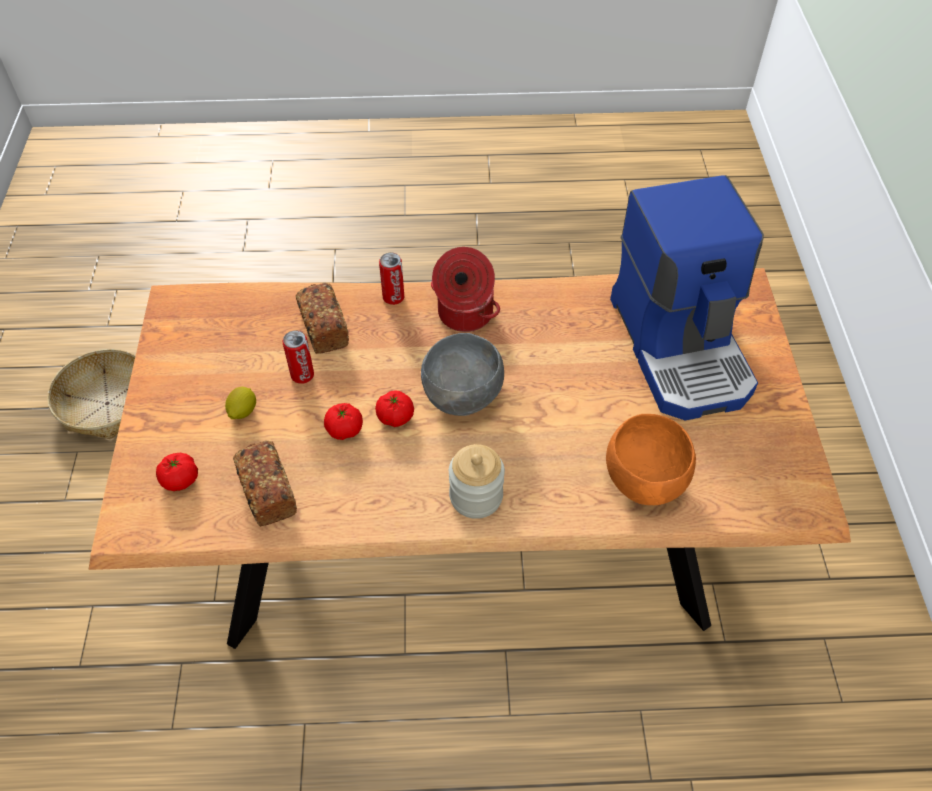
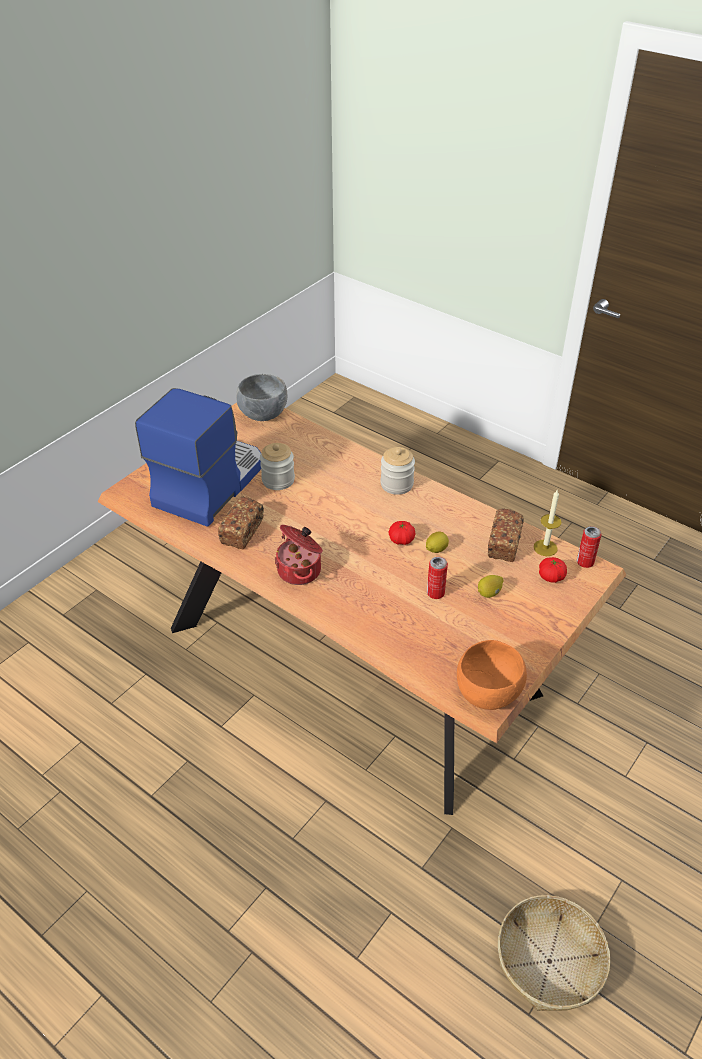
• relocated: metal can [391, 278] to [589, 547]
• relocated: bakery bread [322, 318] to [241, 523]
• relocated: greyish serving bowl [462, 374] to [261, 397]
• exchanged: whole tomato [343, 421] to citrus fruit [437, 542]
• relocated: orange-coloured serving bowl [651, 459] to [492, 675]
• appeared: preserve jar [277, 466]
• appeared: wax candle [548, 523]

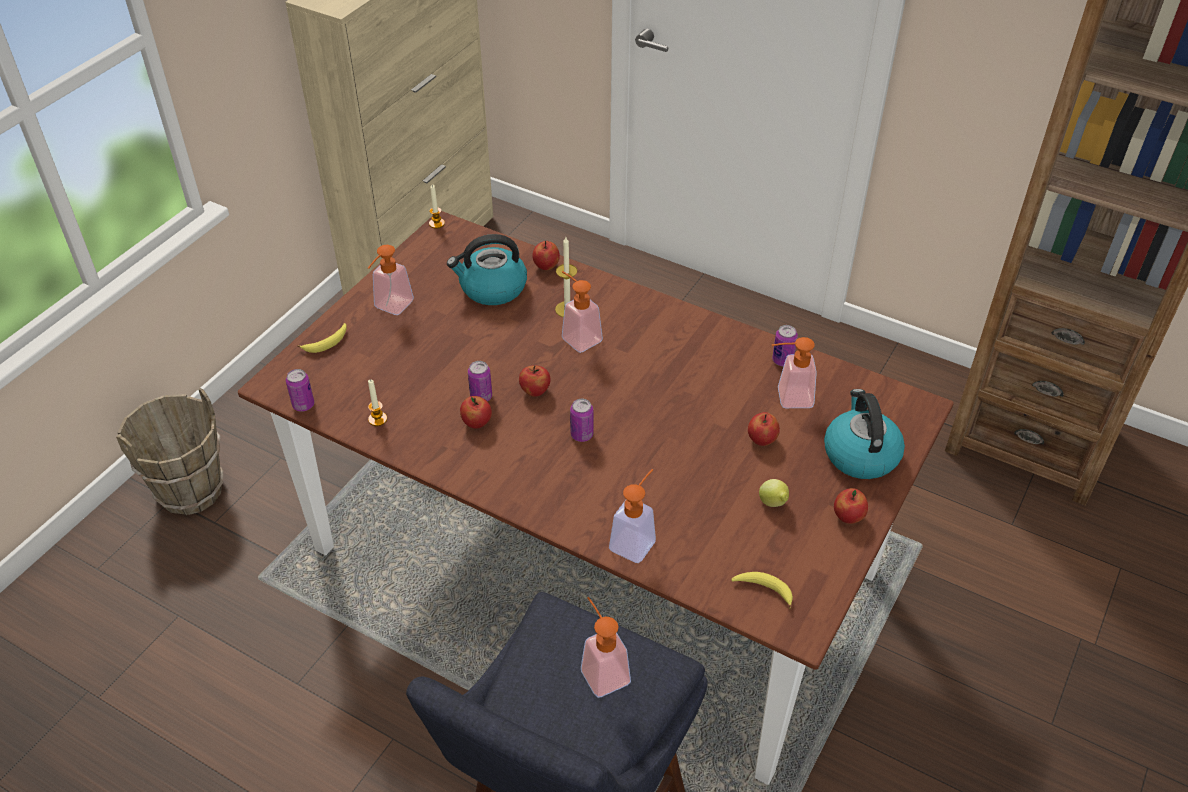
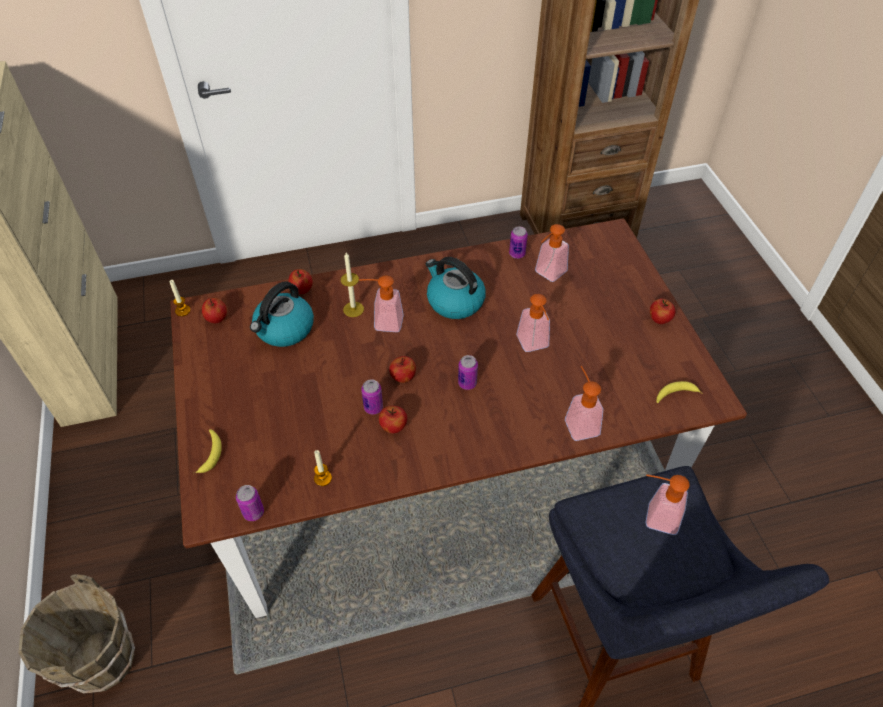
• relocated: soap bottle [391, 280] to [533, 323]
• relocated: tea kettle [864, 434] to [456, 288]
• relocated: apple [764, 429] to [214, 310]
• missing: citrus fruit [774, 493]

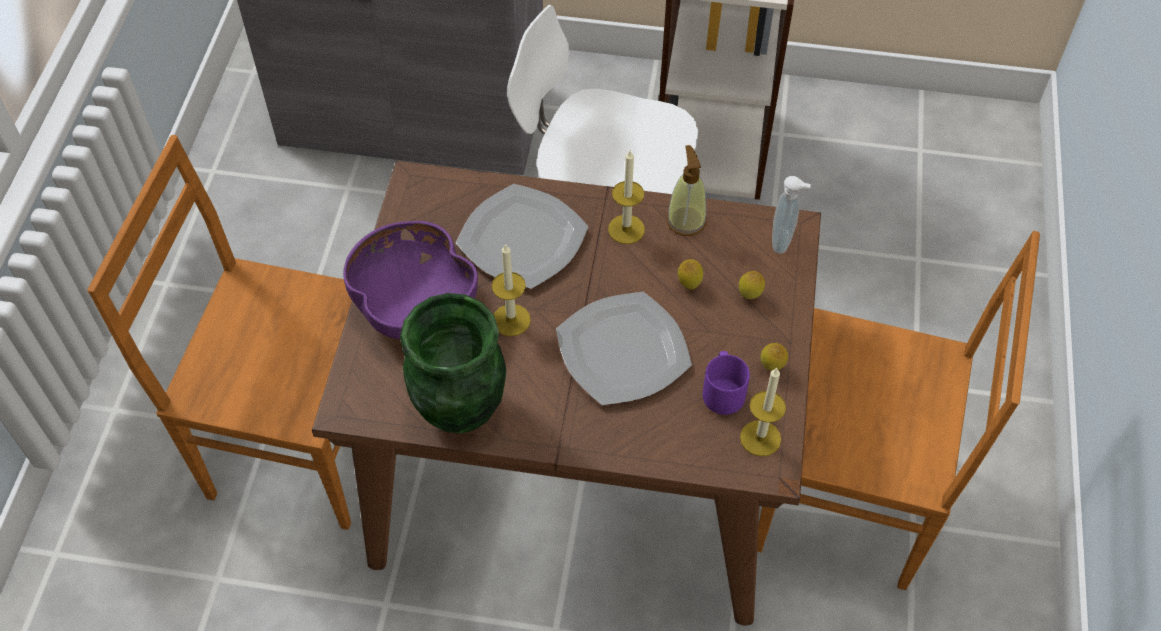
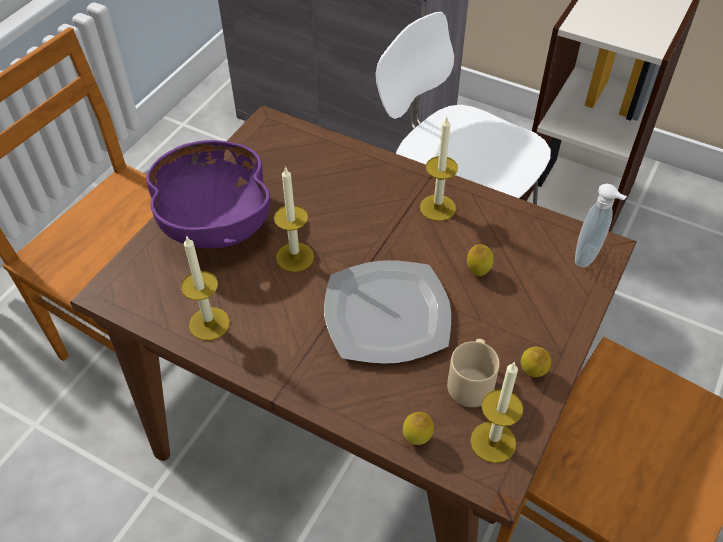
• missing: soap bottle [687, 190]
• missing: dinner plate [522, 236]
• relocated: citrus fruit [752, 285] to [418, 428]
• exchanged: greenish vase [453, 363] to wax candle [205, 288]
• colour: purplish mug [726, 383] to beige mug [473, 373]

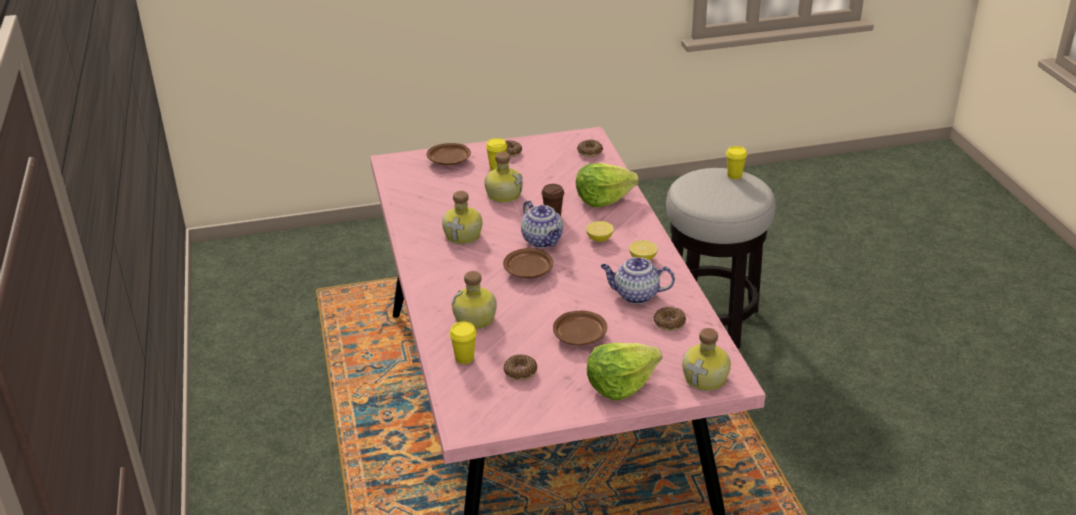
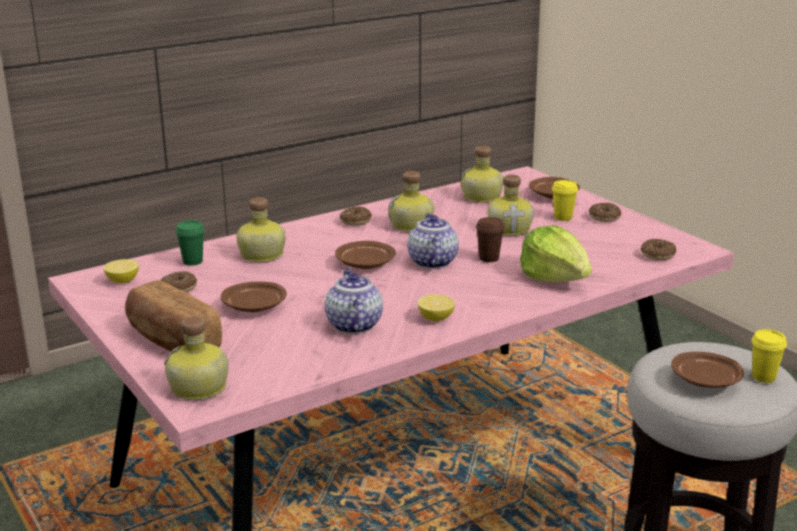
• spun: teapot [542, 224] = [433, 241] 135 degrees clockwise
• relocated: citrus fruit [600, 231] to [121, 271]
• relocated: ring doughnut [670, 319] to [356, 216]
• colour: yellow cup [463, 343] to greenish cup [190, 243]
• exchanged: lettuce [624, 372] to bakery bread [173, 316]
• appeared: drink bottle [482, 174]
• appeared: brown-coloured dinner plate [707, 370]

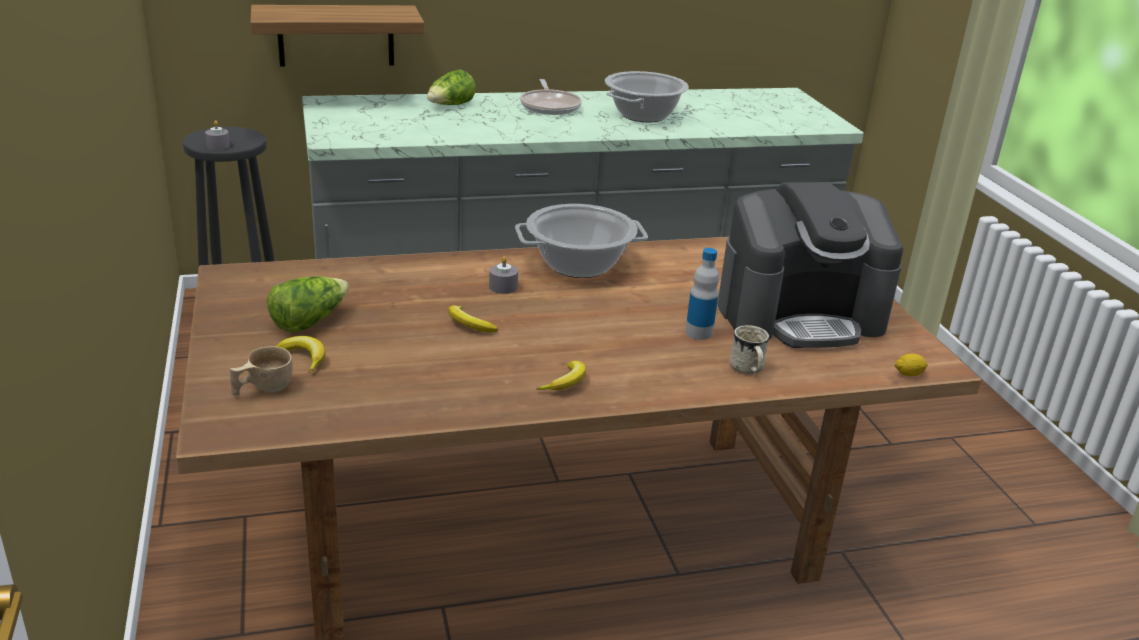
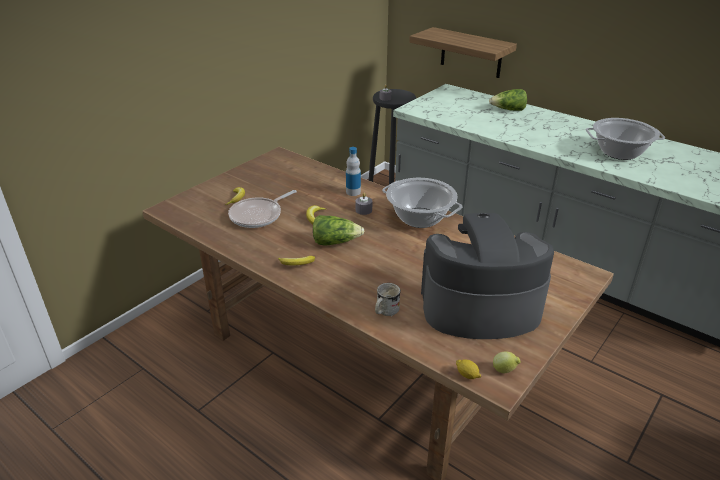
• relocated: pan [551, 97] to [262, 209]
• spun: coffee machine [810, 265] = [487, 276] 135 degrees clockwise
• relocated: drink bottle [702, 294] to [353, 171]
• relocated: lettuce [308, 304] to [339, 230]
• missing: beige cup [261, 371]
• appeared: citrus fruit [507, 362]

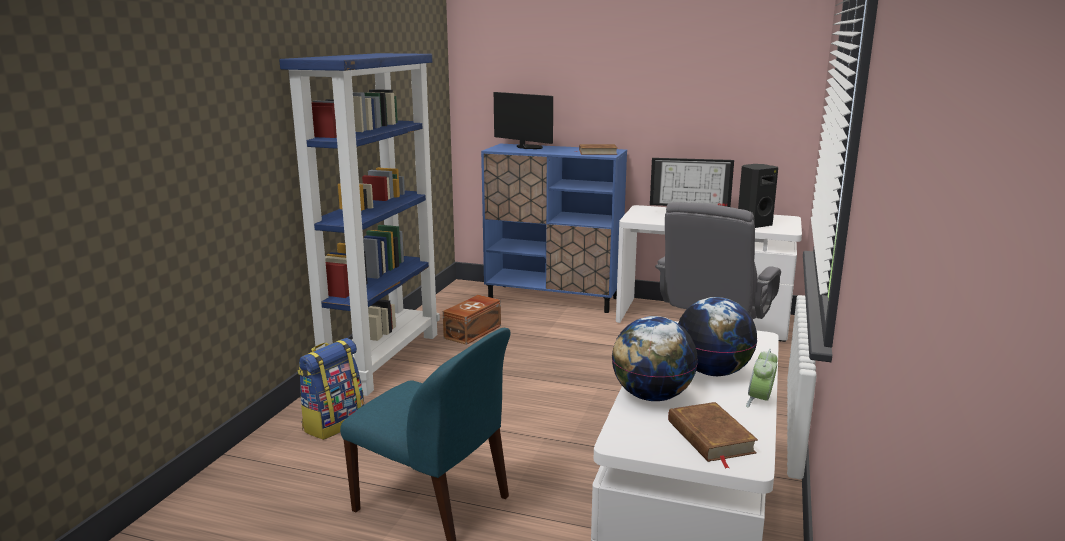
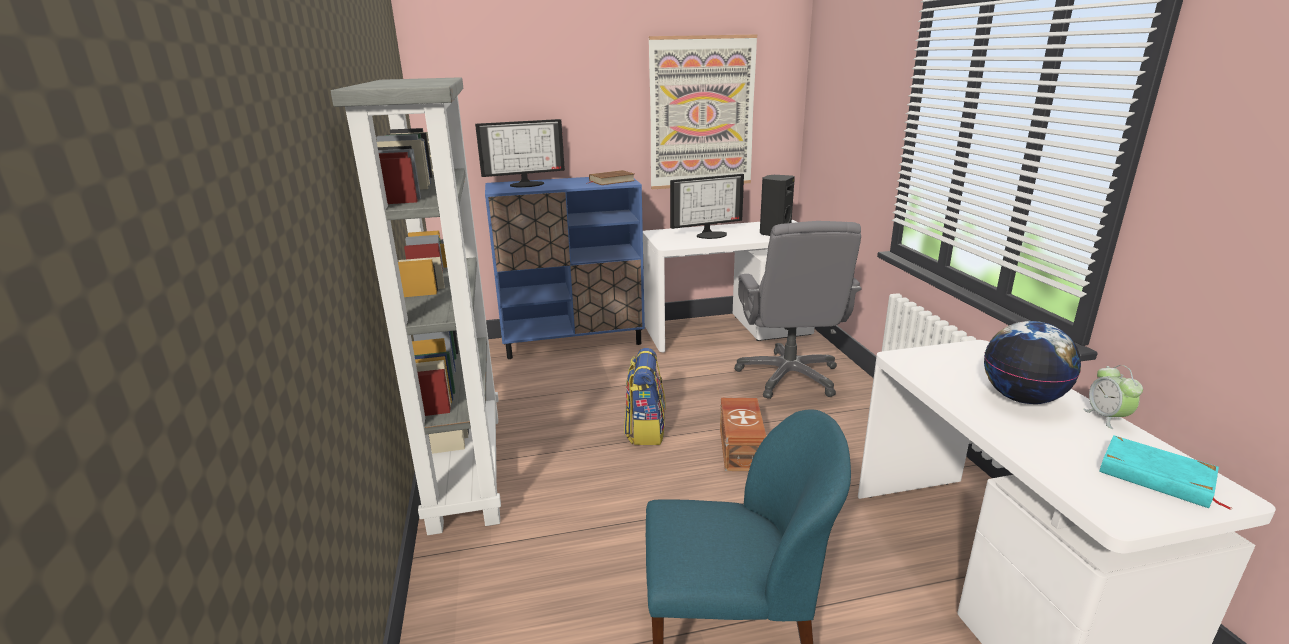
• colour: bluish bookcase [359, 224] to greyish bookcase [415, 306]
• spun: monitor [523, 120] = [520, 153] 150 degrees clockwise
• relocated: brown-coloured storage container [472, 320] to [743, 434]
• missing: desk globe [655, 358]
• relocated: backpack [330, 389] to [645, 396]
• colour: brown-coloured volume [713, 435] to turquoise-coloured volume [1165, 472]
• appeared: picture [703, 111]

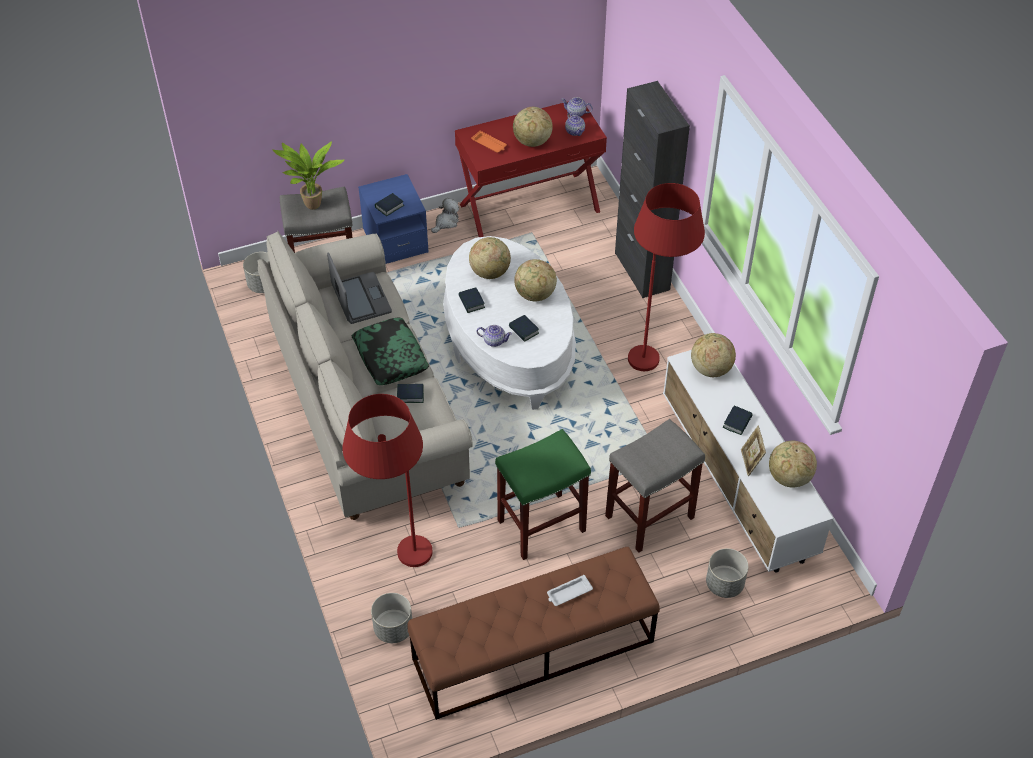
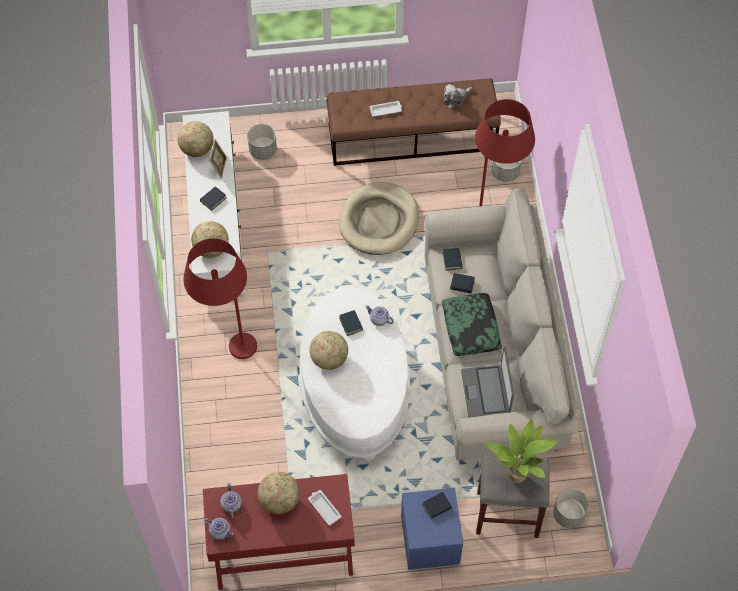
• missing: black-coloured cabinet [652, 189]
• colour: orange-coloured serving tray [489, 142] to whitish serving tray [325, 508]
• relocated: plush toy [445, 215] to [458, 96]
• missing: desk globe [490, 258]
• relocated: volume [471, 300] to [453, 259]
• missing: greyish stool seat [655, 485]
• exchanged: greenish stool seat [543, 494] to beige dog bed [379, 218]

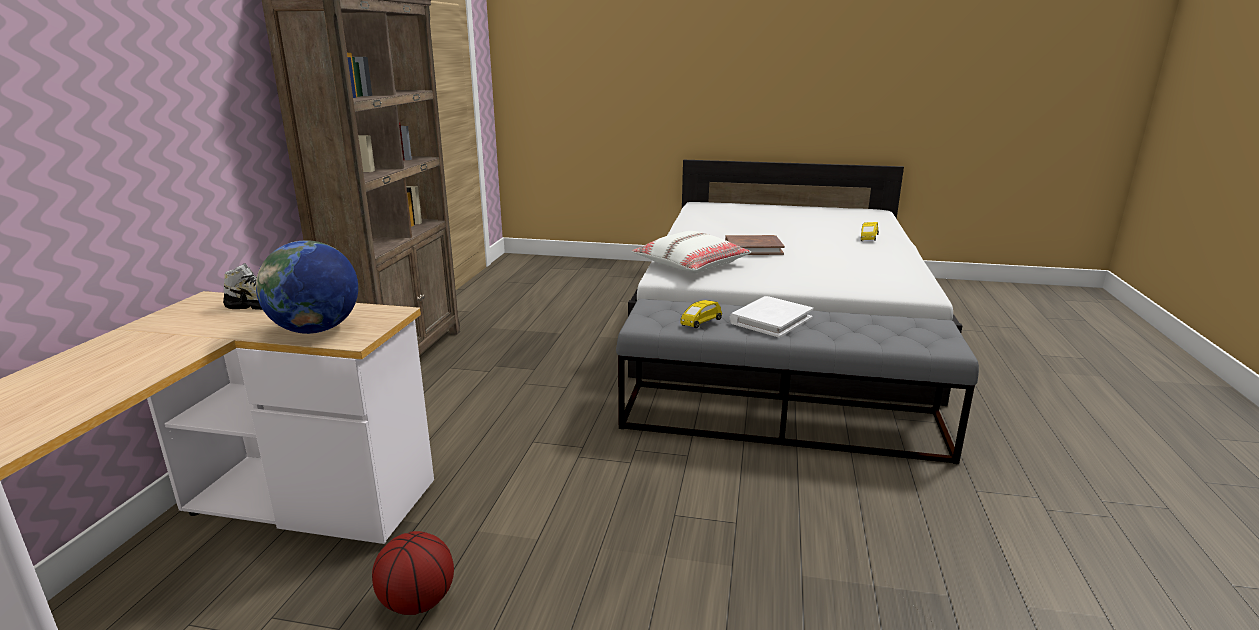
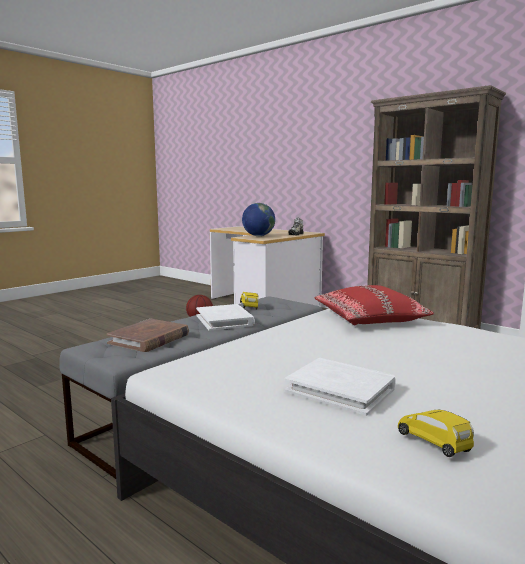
• colour: whitish cushion [691, 252] to red-coloured cushion [374, 305]
• relocated: brown-coloured volume [755, 245] to [148, 335]
• appeared: whitish volume [340, 387]

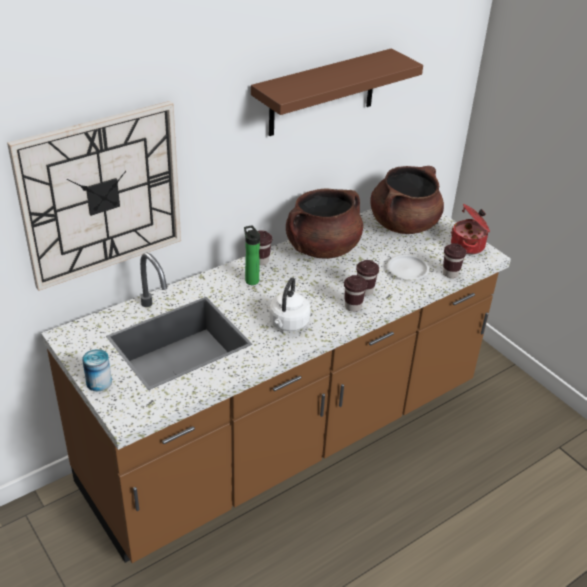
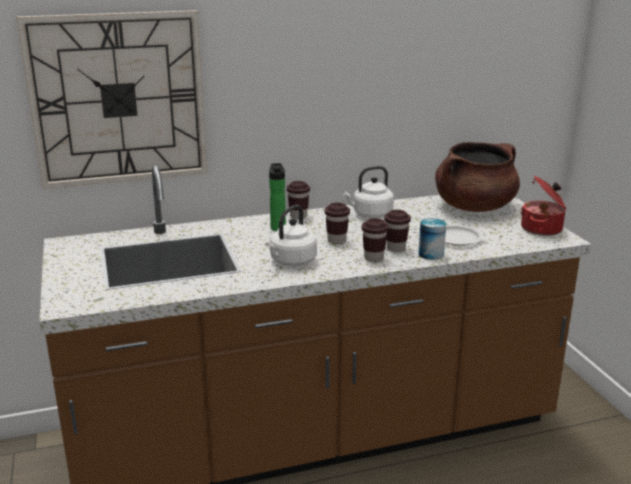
• missing: brown-coloured bracket shelf [337, 92]
• exchanged: brown-coloured saucepot [324, 223] to whitish tea kettle [368, 192]
• relocated: brown-coloured cup [454, 260] to [337, 223]
• relocated: metal can [97, 370] to [432, 239]

